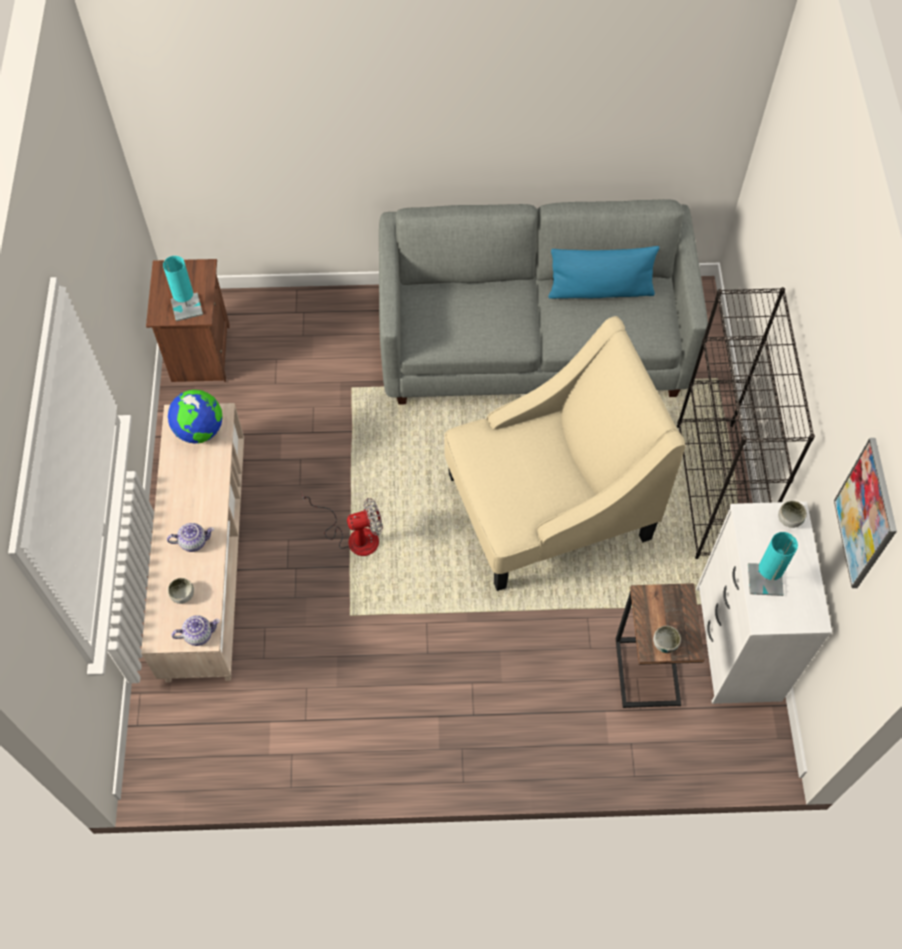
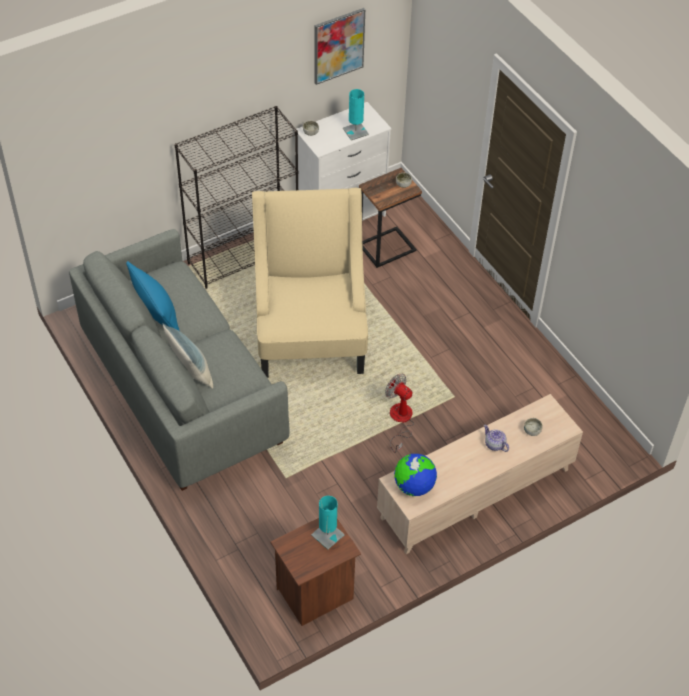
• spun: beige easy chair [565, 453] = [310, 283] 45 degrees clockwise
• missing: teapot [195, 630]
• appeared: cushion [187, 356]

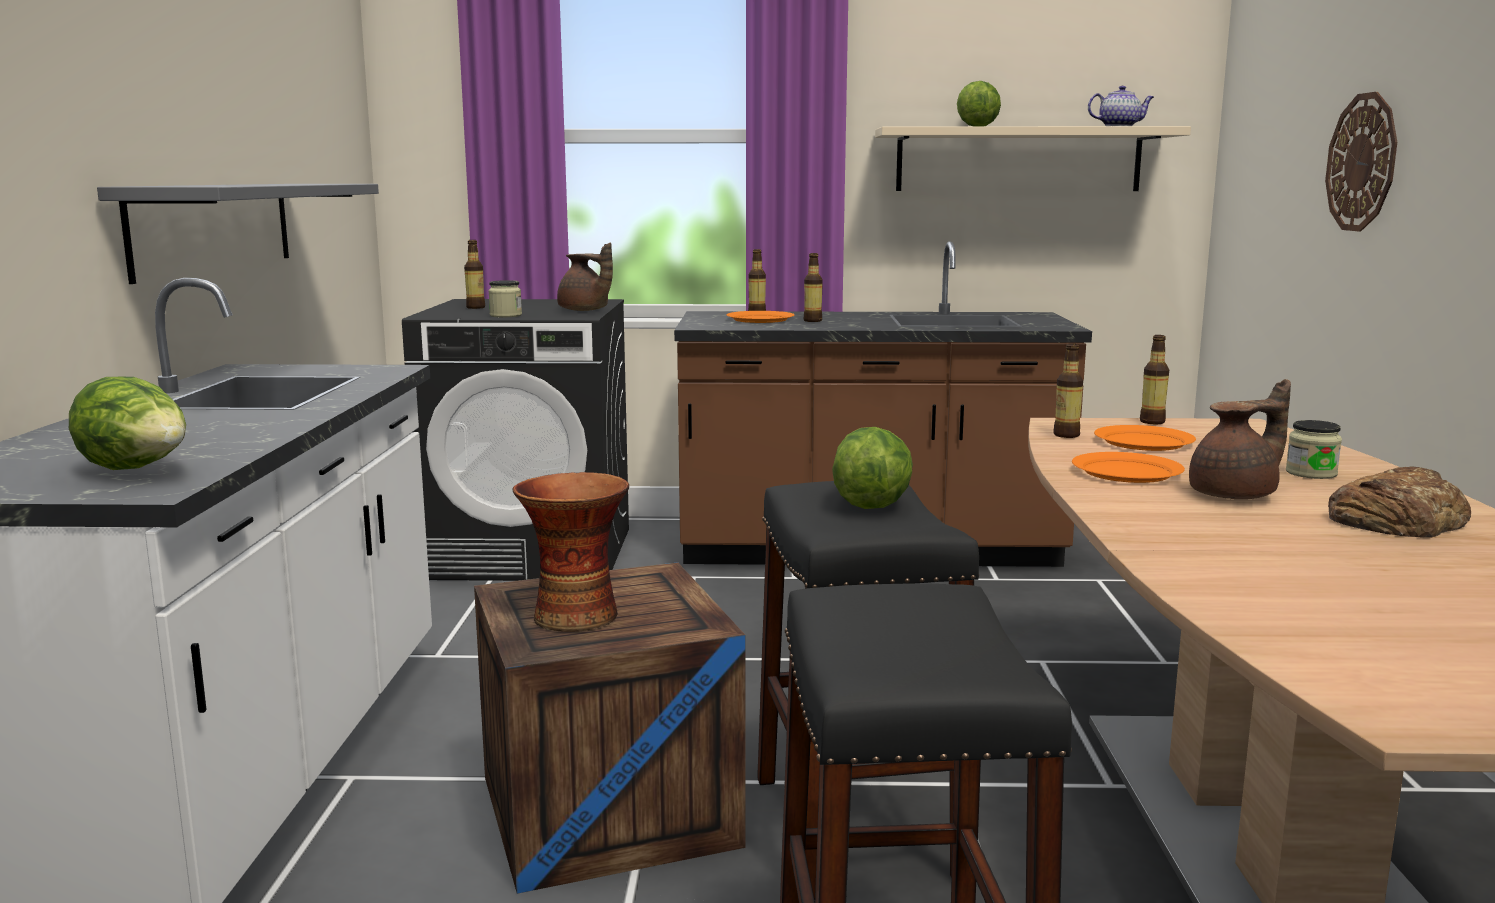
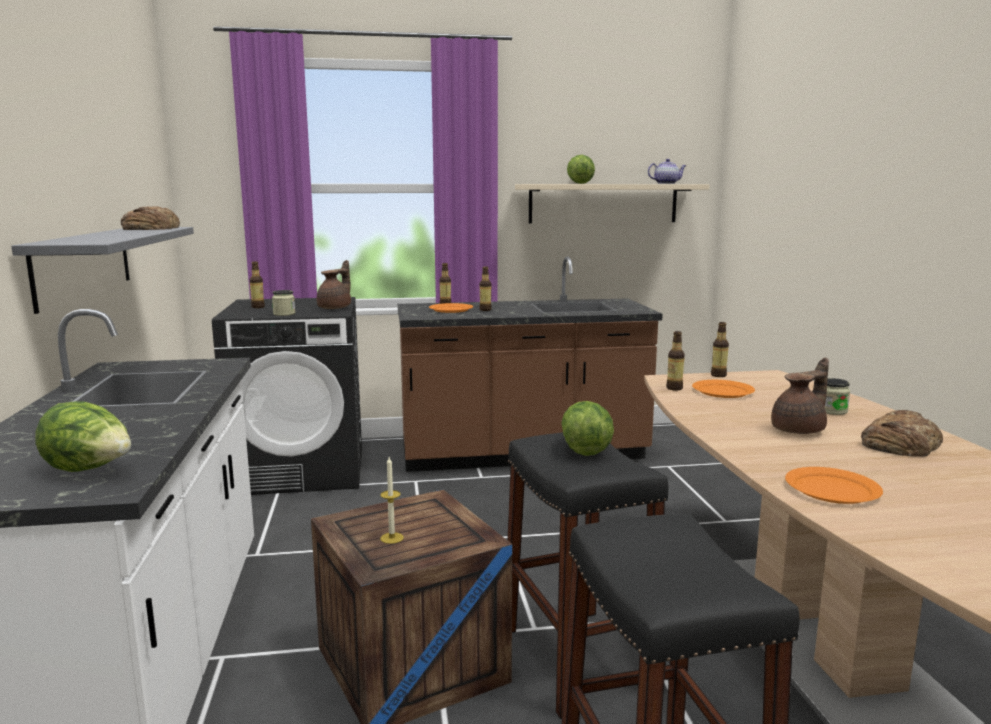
• missing: hanging clock [1361, 162]
• spun: brown-coloured teapot [585, 276] = [334, 284] 90 degrees counterclockwise
• relocated: orange-coloured dinner plate [1128, 467] to [834, 485]
• exchanged: vase [571, 552] to wax candle [392, 500]
• appeared: bakery bread [150, 218]

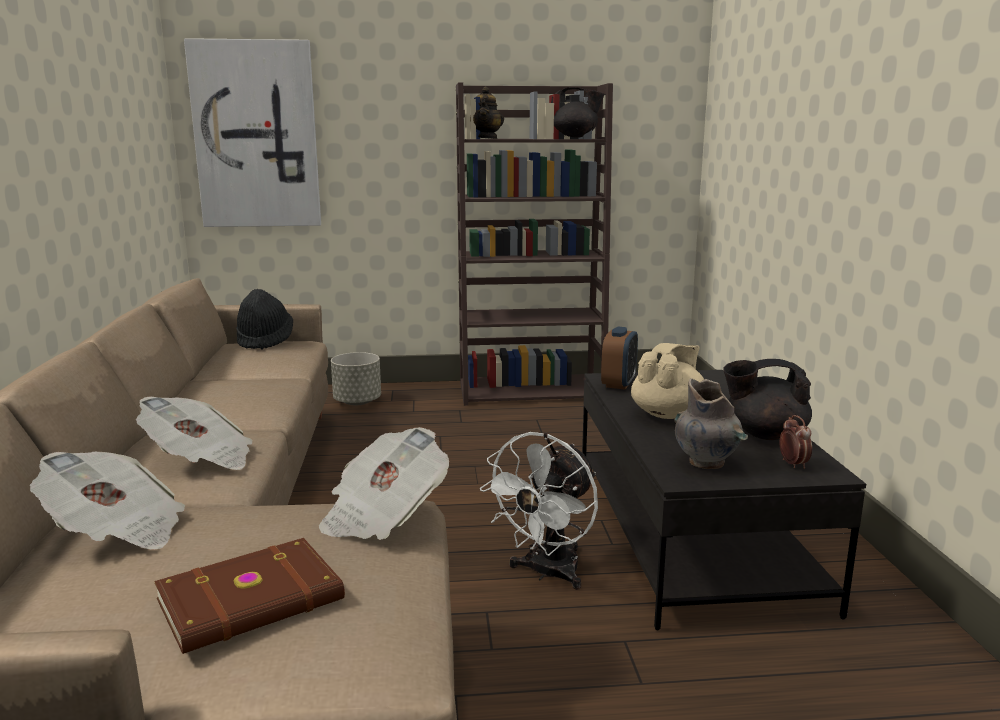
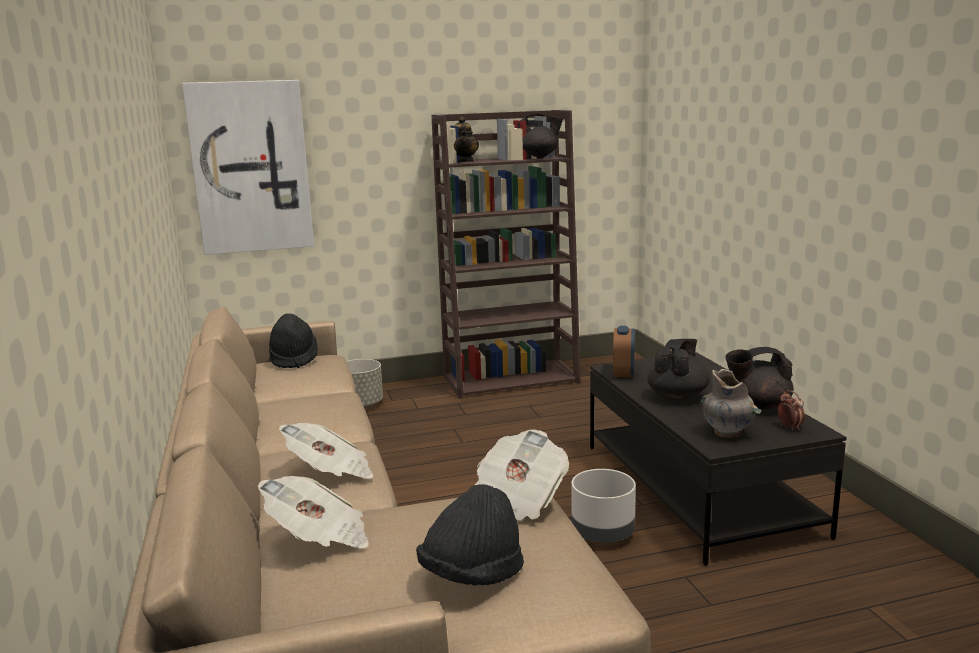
• colour: beige teapot [667, 381] to black-coloured teapot [678, 369]
• exchanged: whitish fan [539, 511] to greyish plant pot [603, 505]
• exchanged: brown-coloured volume [249, 596] to black-coloured wearable hat [470, 535]

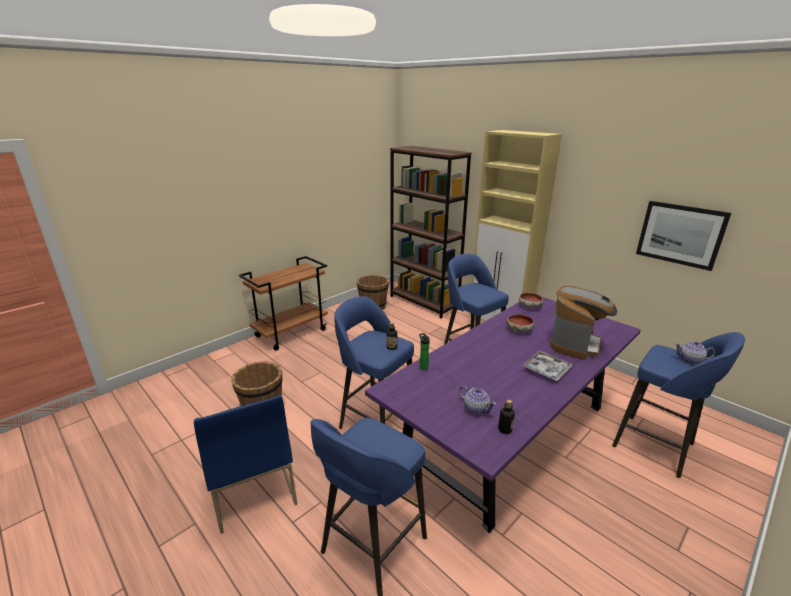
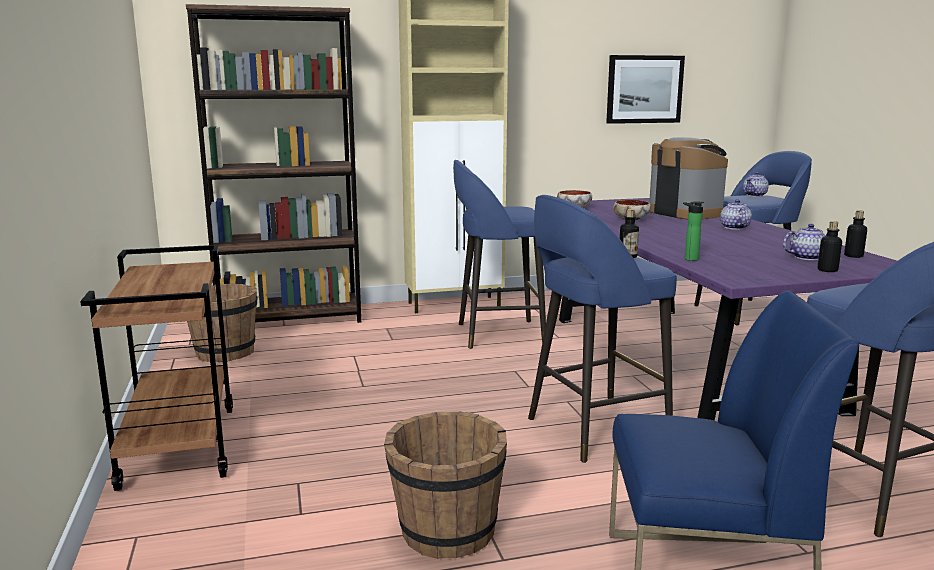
• exchanged: serving tray [547, 366] to teapot [736, 214]
• appeared: drink bottle [830, 246]

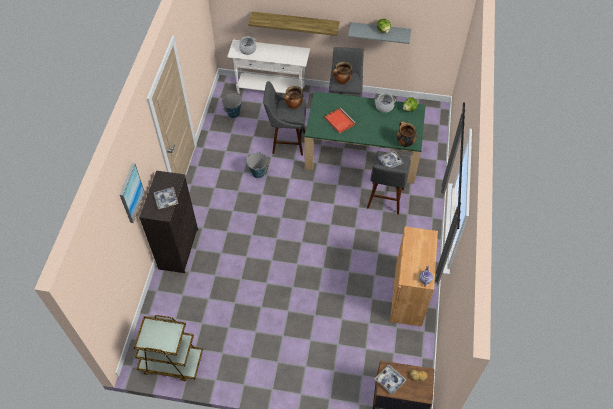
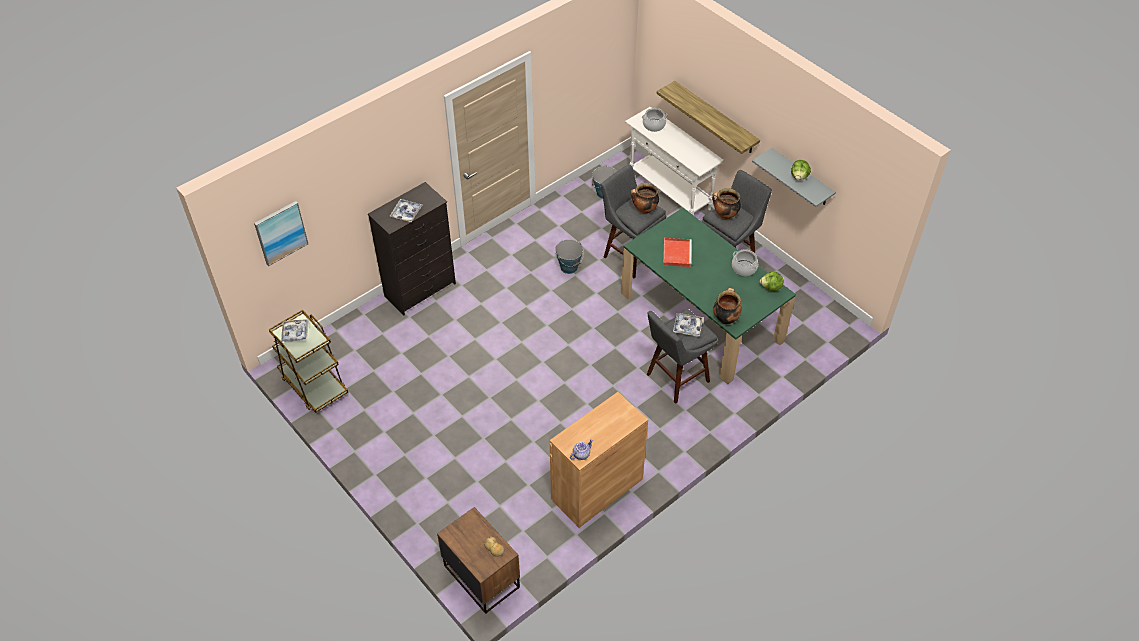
• relocated: picture [132, 193] to [281, 233]
• relocated: serving tray [390, 380] to [295, 330]

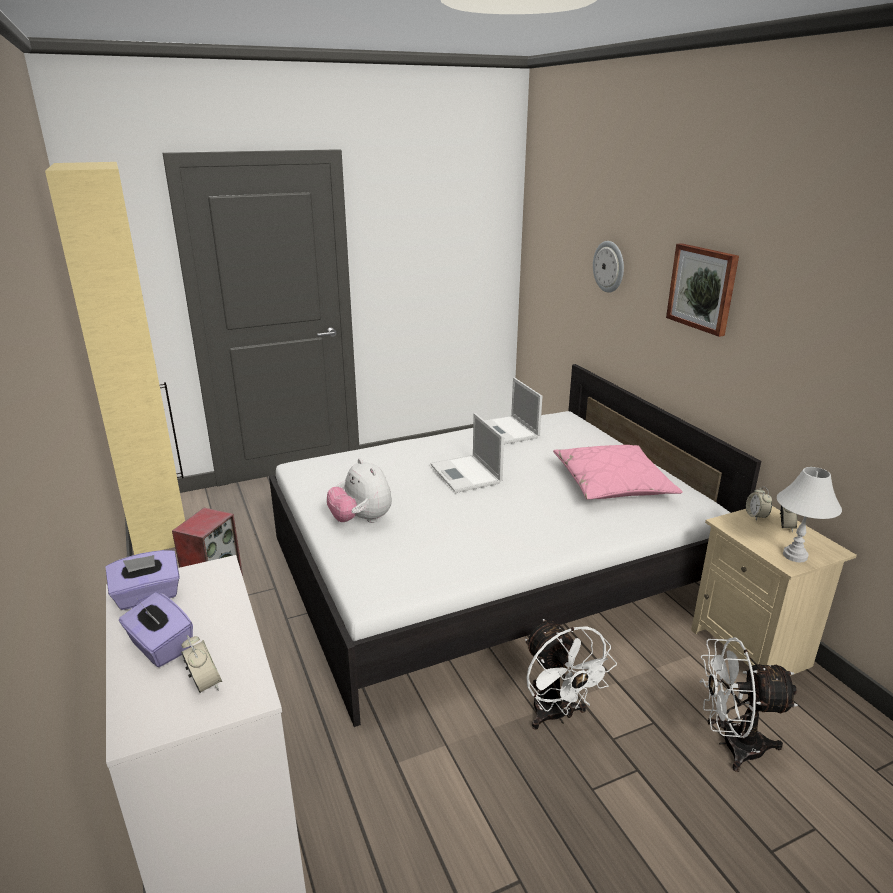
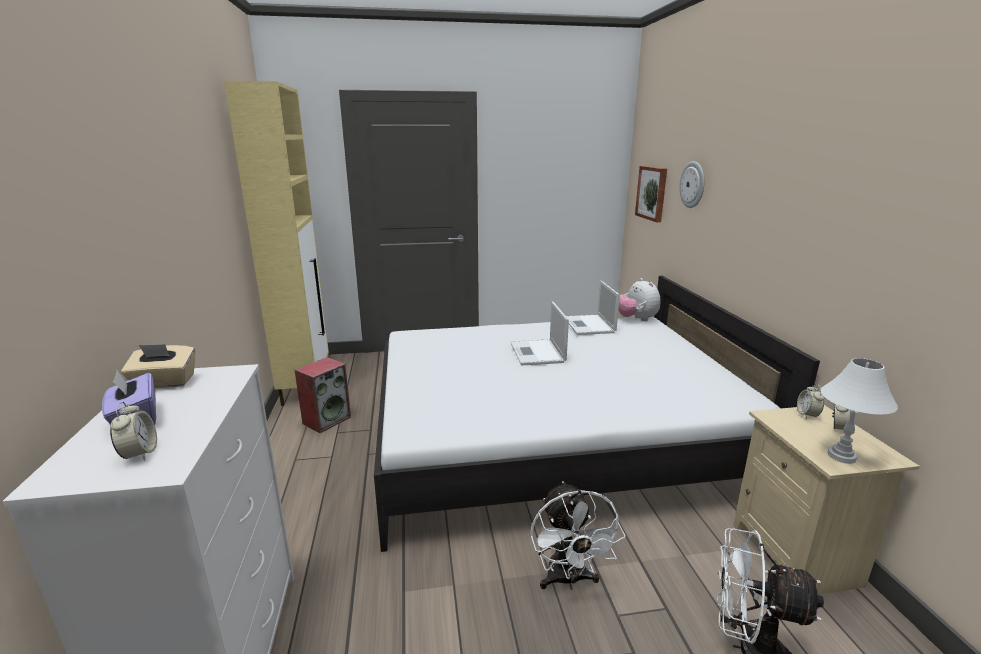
• relocated: picture [702, 290] to [651, 194]
• missing: pink cushion [618, 472]
• relocated: plush toy [359, 490] to [639, 299]
• colour: purplish tissue box [142, 580] to beige tissue box [158, 366]

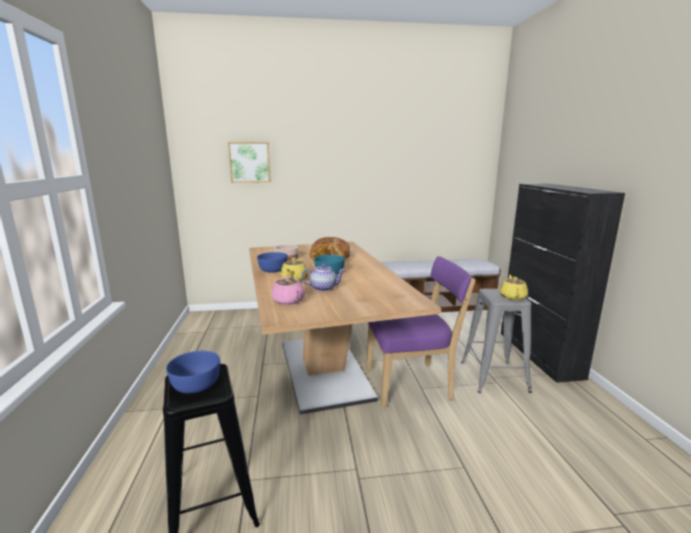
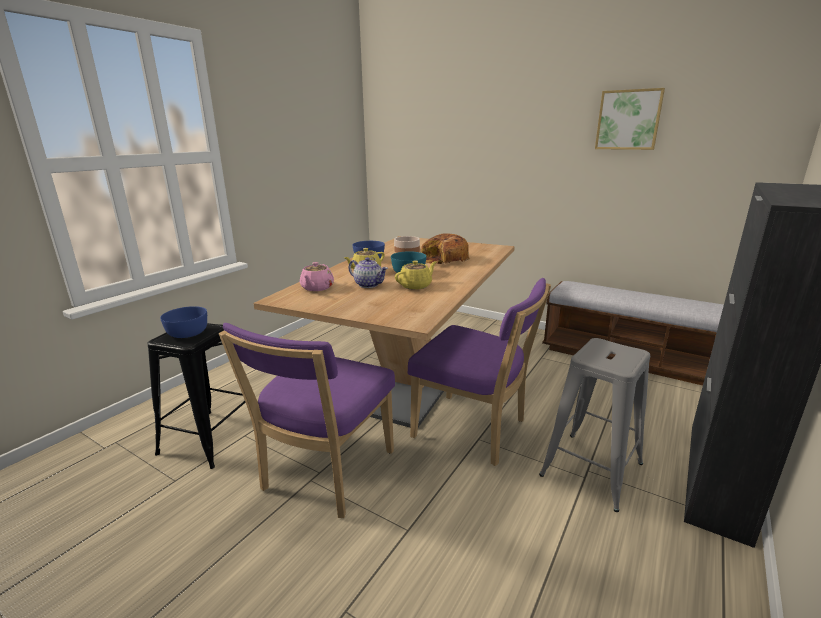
• relocated: picture [249, 162] to [630, 119]
• relocated: yellow teapot [513, 287] to [416, 275]
• appeared: purplish plain chair [307, 420]

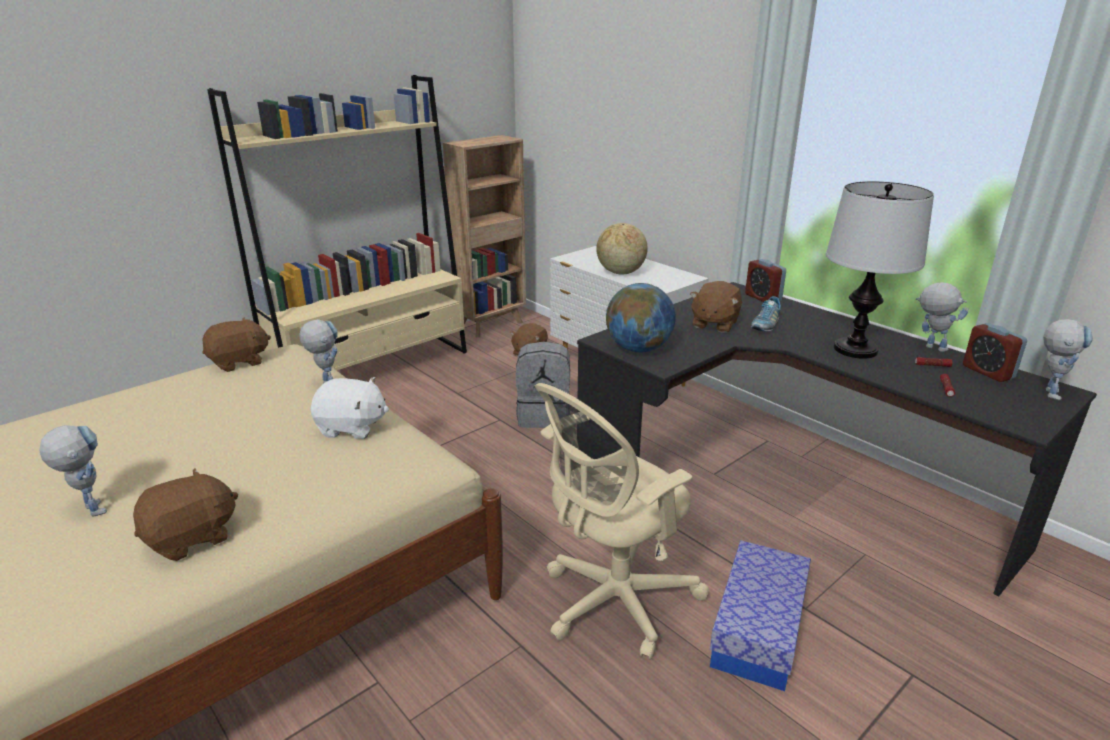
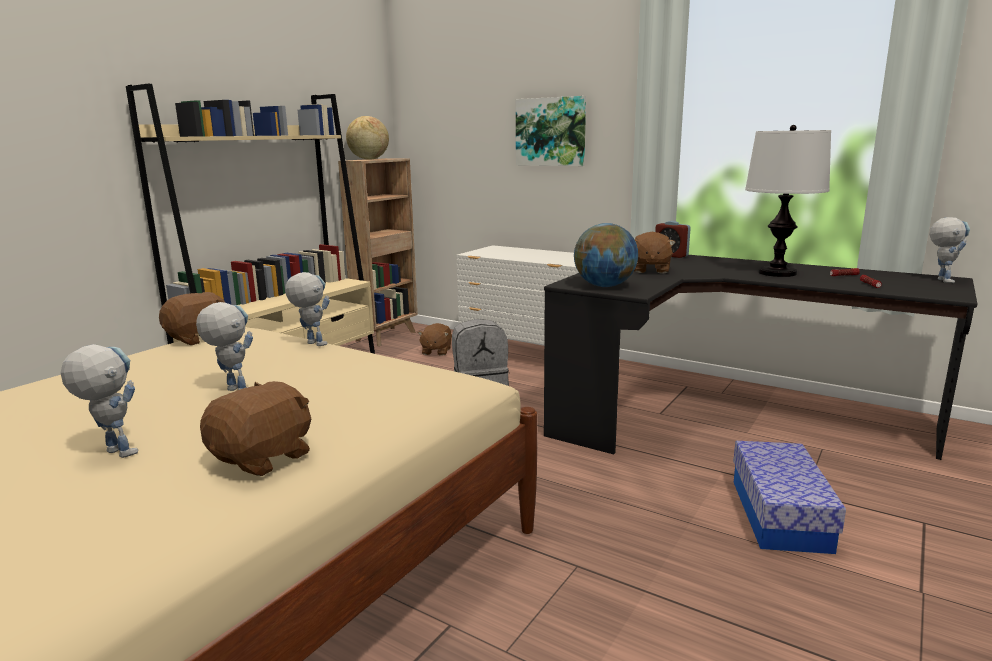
• relocated: desk globe [622, 248] to [367, 138]
• relocated: toy robot [942, 317] to [224, 346]
• missing: low shoe [766, 314]
• missing: table clock [995, 352]
• missing: whitish plush toy [349, 408]
• missing: beige desk chair [622, 521]
• appeared: picture [551, 131]

